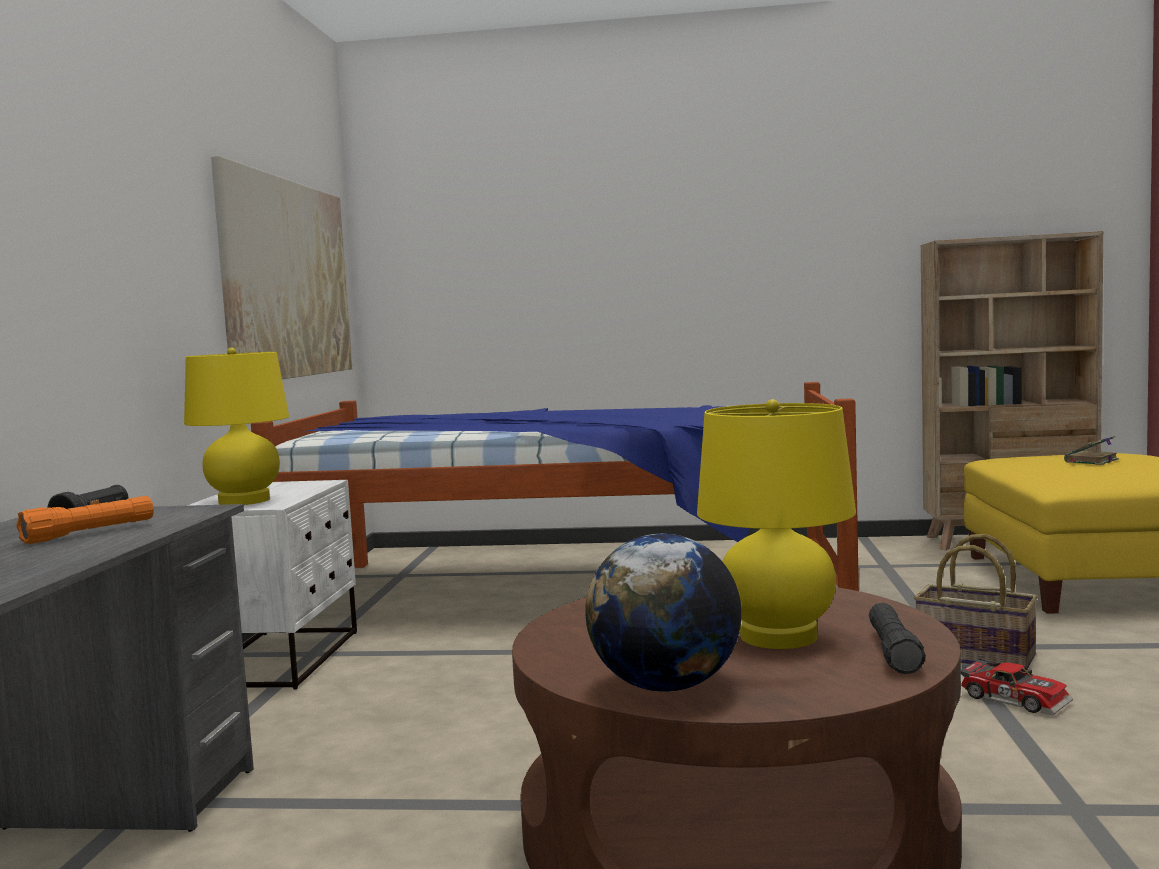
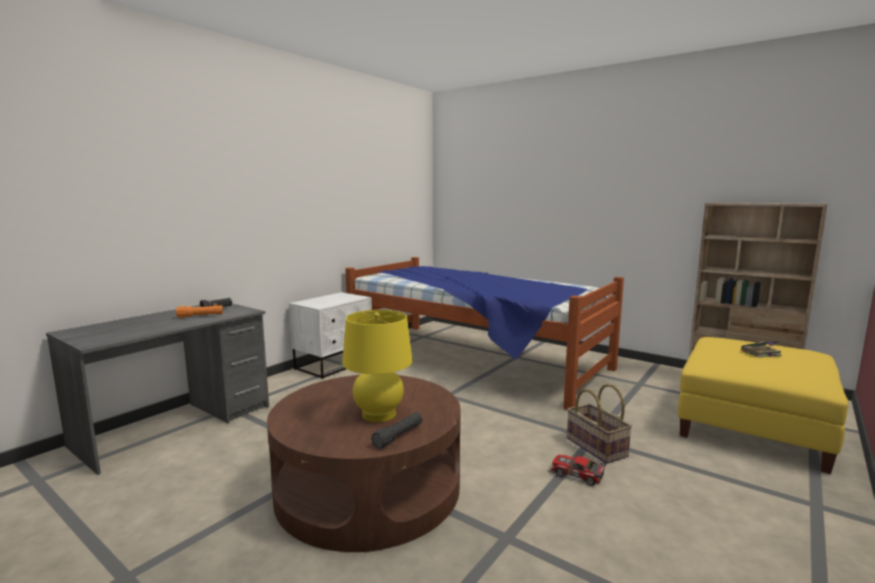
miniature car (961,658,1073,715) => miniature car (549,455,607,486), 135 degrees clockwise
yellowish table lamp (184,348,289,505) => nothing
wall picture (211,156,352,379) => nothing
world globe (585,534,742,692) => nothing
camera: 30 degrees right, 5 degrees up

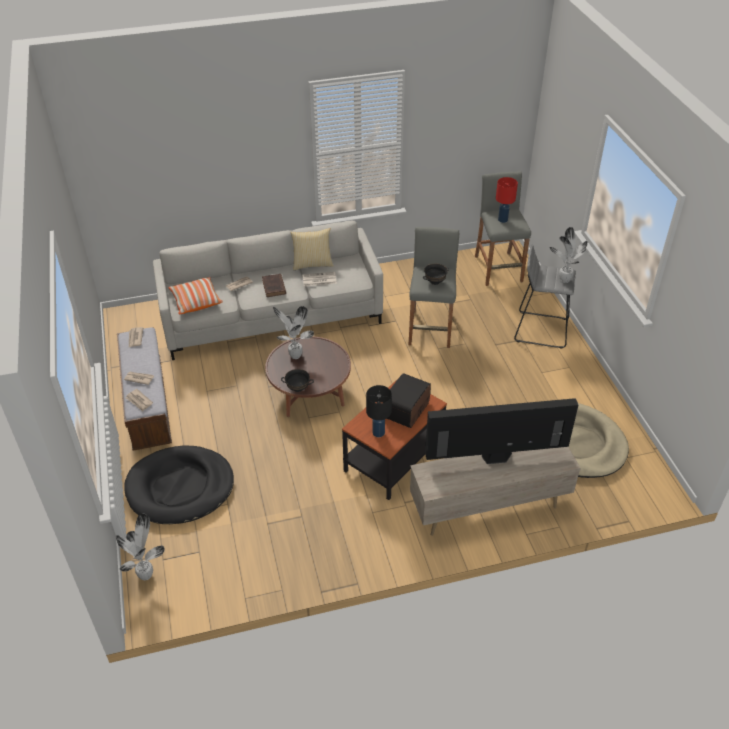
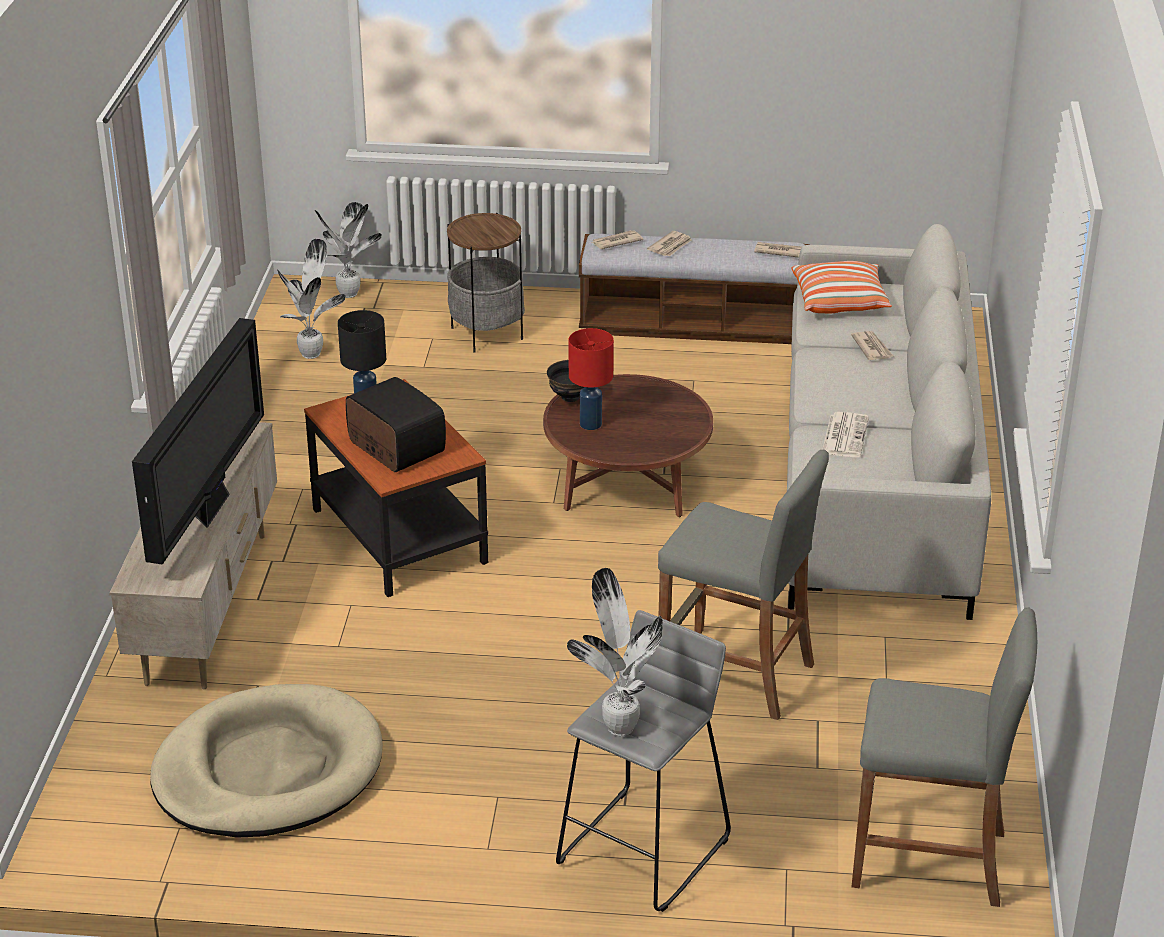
houseplant (273,306,314,359) => houseplant (277,239,346,359), shifted
black-coloured dog bed (124,445,234,524) => accent table (447,213,525,352)
red-coloured table lamp (496,177,518,223) => red-coloured table lamp (569,328,614,430), shifted
brownish bound book (262,274,286,297) => nothing
throw pillow (290,228,334,270) => nothing
black-coloured serving bowl (423,264,449,285) => nothing
camera: 110 degrees right, 10 degrees down

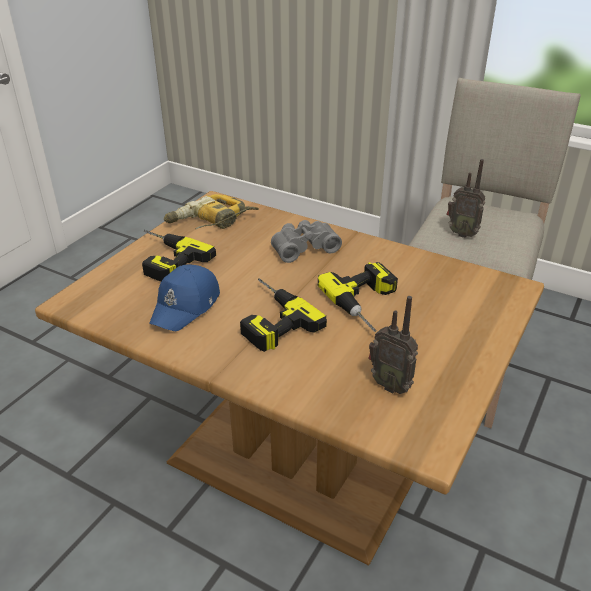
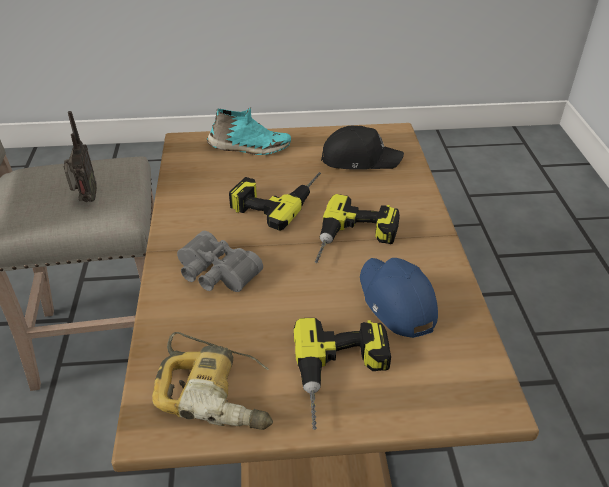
nothing => turquoise-coloured shoe (207,107,291,155)
radio set (368,296,418,394) => black-coloured peaked cap (321,126,404,170)
blue-coloured peaked cap (150,265,220,331) => blue-coloured peaked cap (360,258,438,338), 105 degrees counterclockwise
camera: 125 degrees left, 5 degrees up

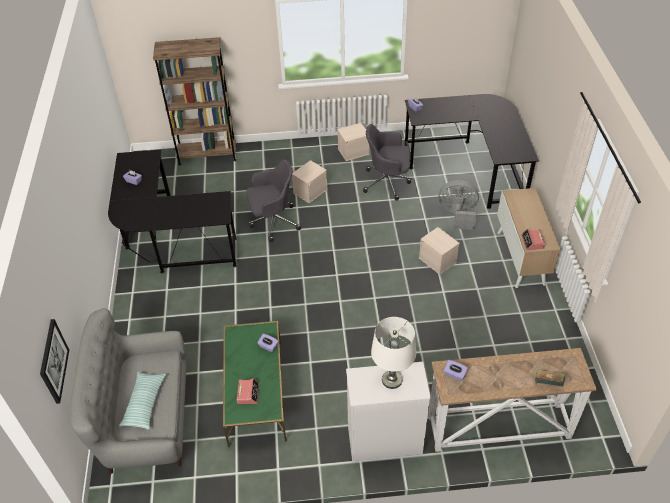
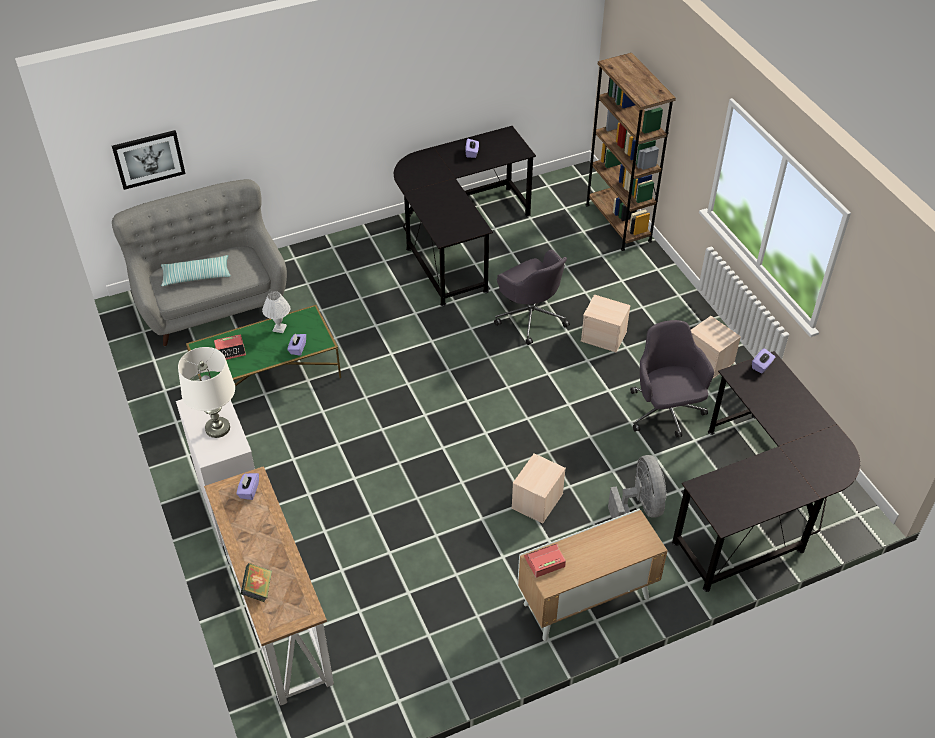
nothing => white-coloured table lamp (262,291,290,333)
camera: 70 degrees right, 0 degrees up

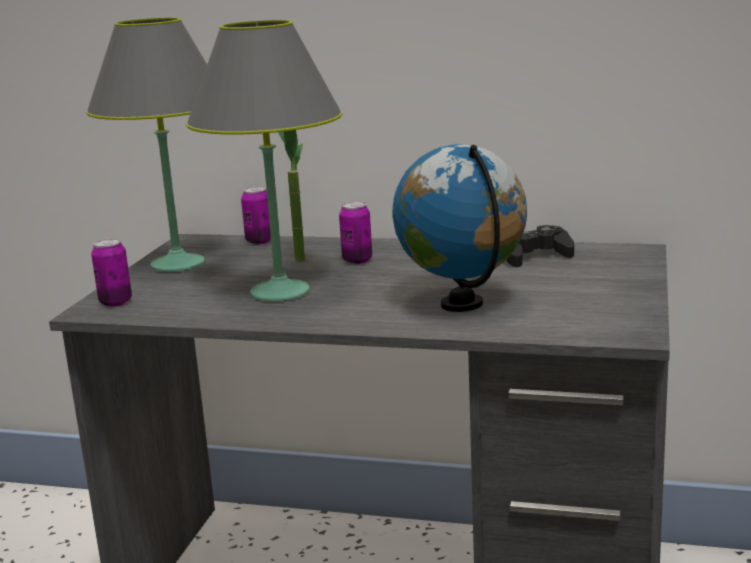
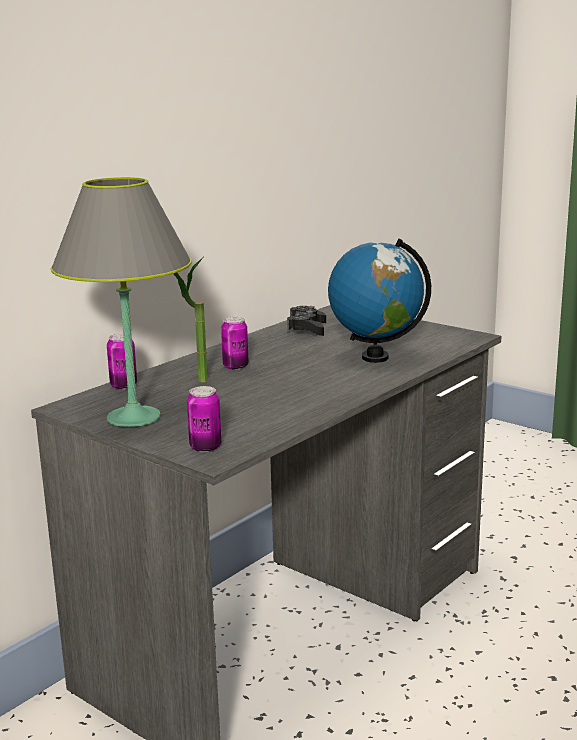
grey table lamp (186,20,342,301) => nothing
camera: 65 degrees left, 0 degrees up

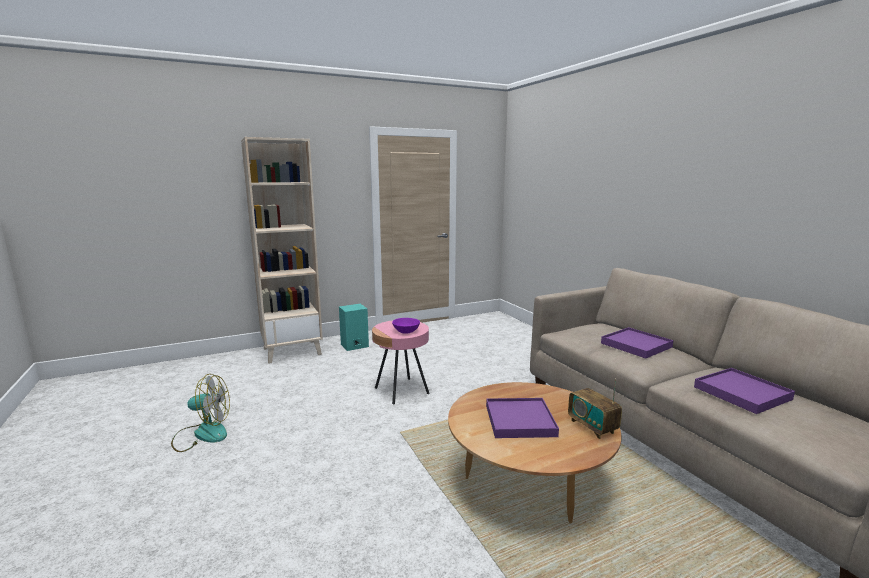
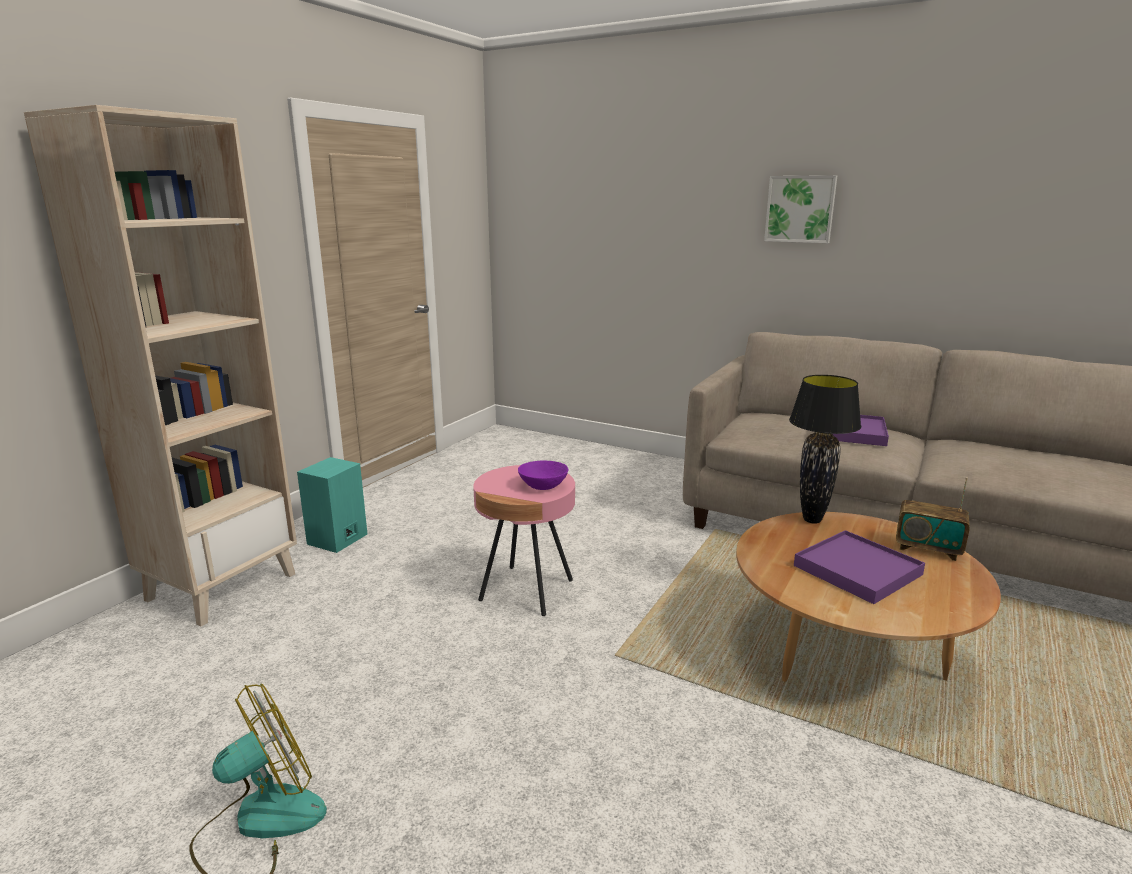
nothing => wall picture (764,175,837,243)
nothing => black-coloured table lamp (789,375,861,524)
purplish tray (694,368,795,414) => nothing
camera: 35 degrees left, 5 degrees up

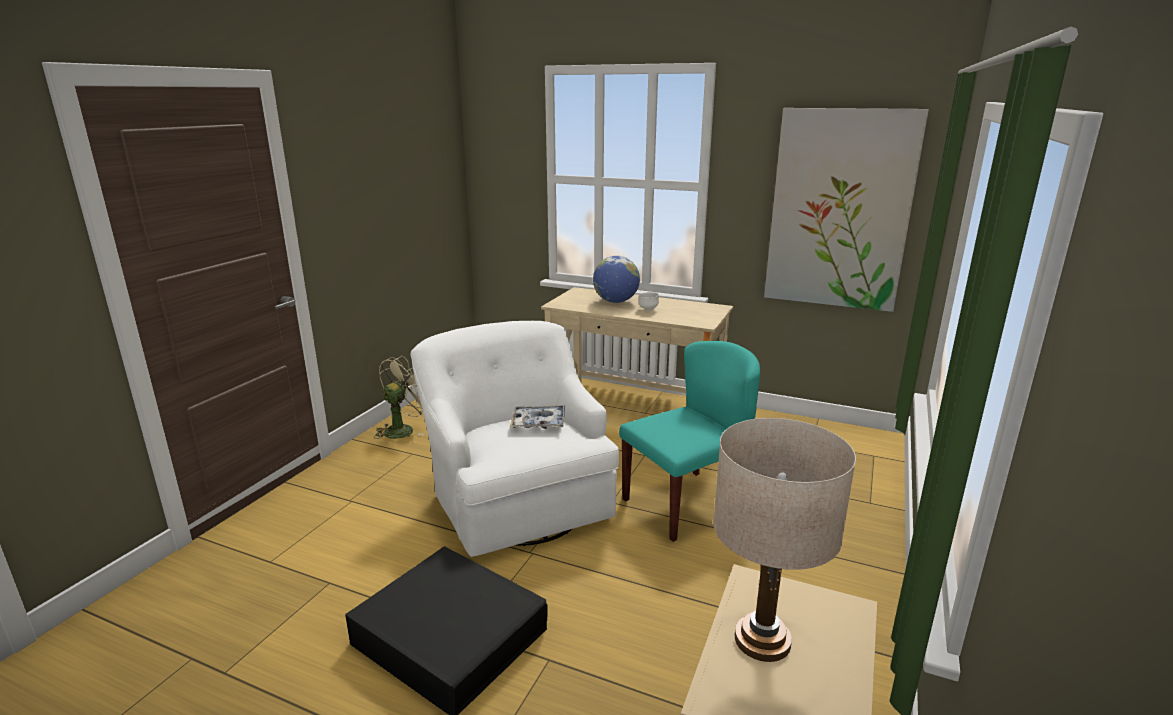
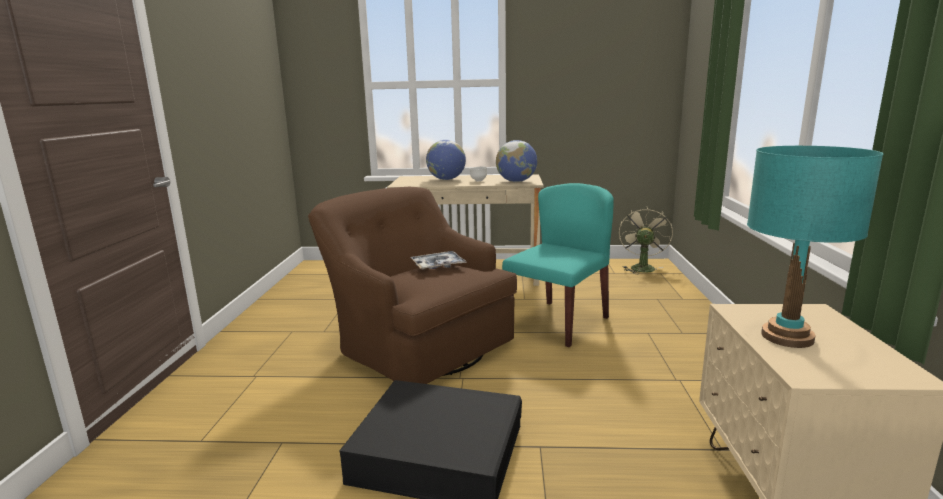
white-coloured lounge chair (411,321,619,557) => brownish lounge chair (308,187,517,384)
nothing => world globe (496,140,537,182)
beige electric fan (374,356,424,439) => beige electric fan (619,207,673,274), shifted
beige table lamp (713,418,856,662) => turquoise-coloured table lamp (747,146,884,348)
wall picture (764,108,929,312) => nothing
camera: 20 degrees left, 5 degrees down

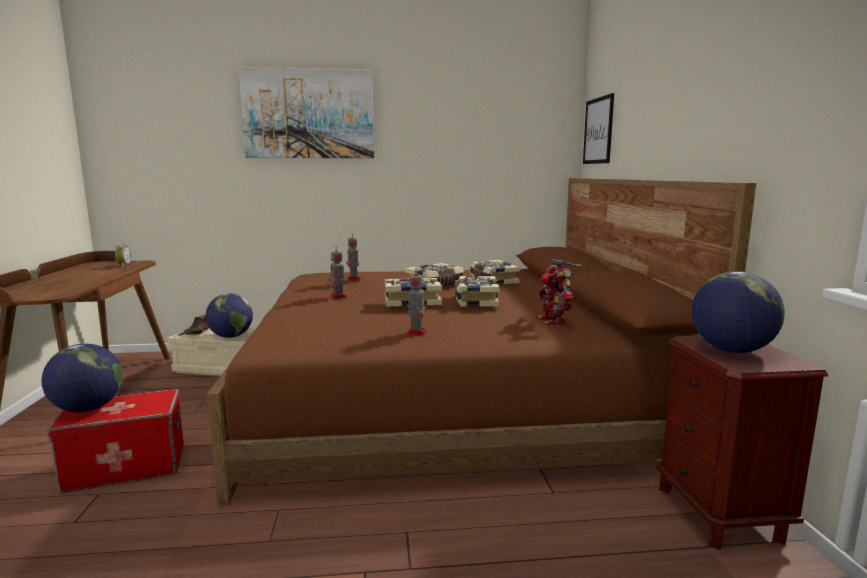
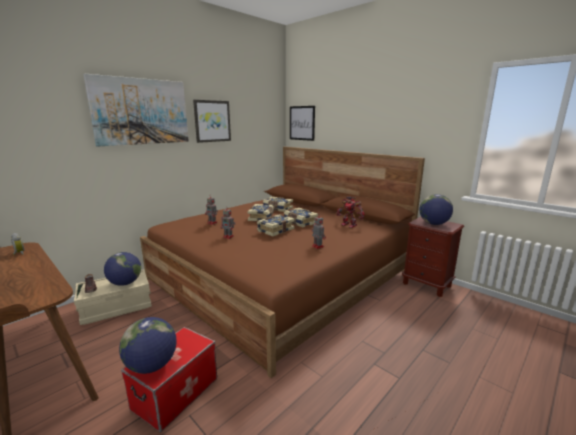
nothing => wall picture (193,100,231,143)
camera: 40 degrees left, 5 degrees up

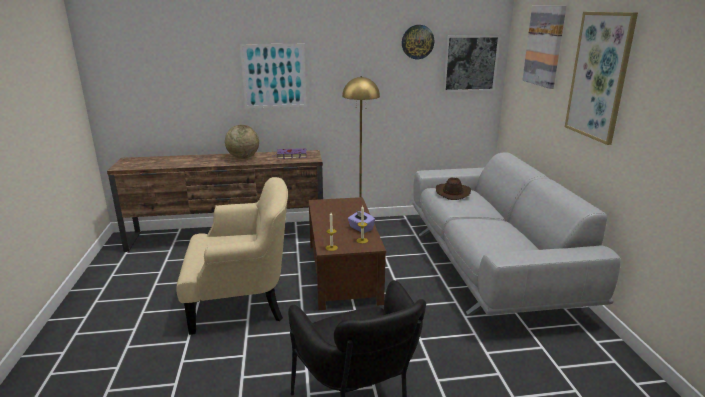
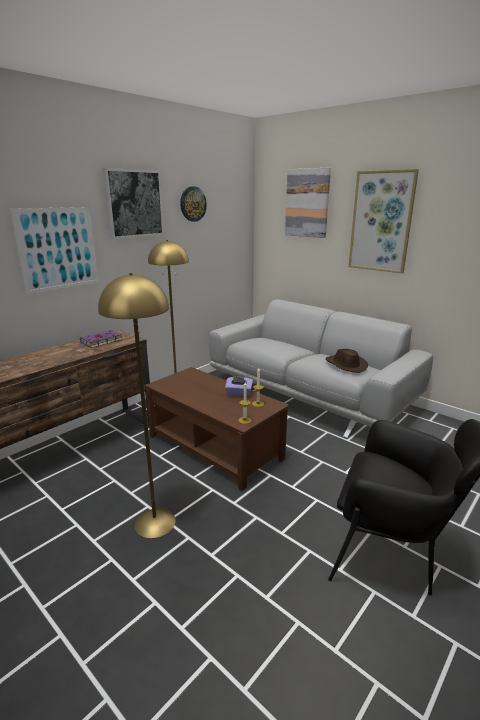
beige lounge chair (176,177,288,335) => yellowish floor lamp (98,273,176,538)
wall picture (442,35,500,92) => wall picture (103,168,164,239), shifted
brownish wearable hat (436,178,471,200) => brownish wearable hat (325,349,368,373), shifted
world globe (225,125,259,159) => nothing
camera: 40 degrees left, 0 degrees up

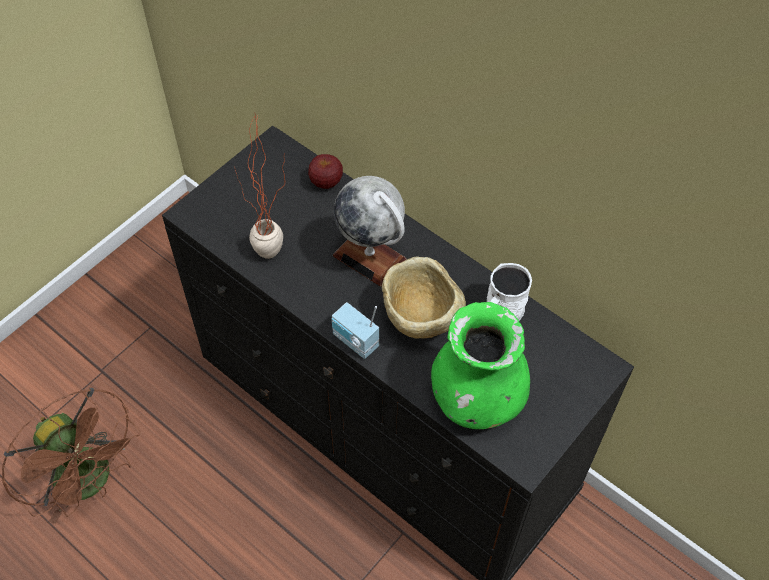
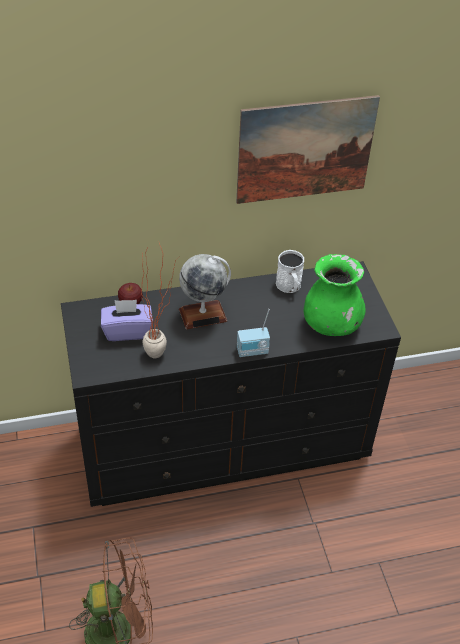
nothing => purplish box of tissues (101,300,153,341)
nothing => wall picture (236,95,380,204)
beige serving bowl (382,256,466,338) => nothing
camera: 55 degrees left, 10 degrees down

